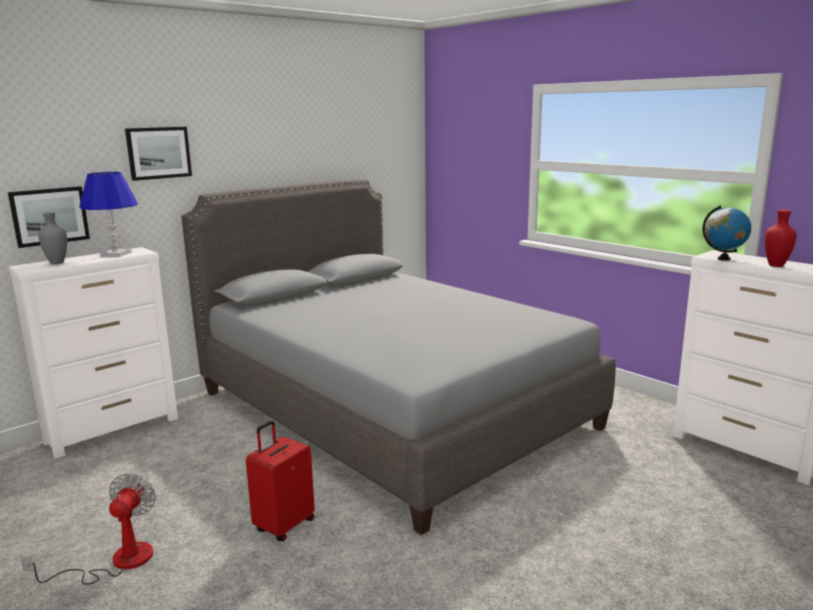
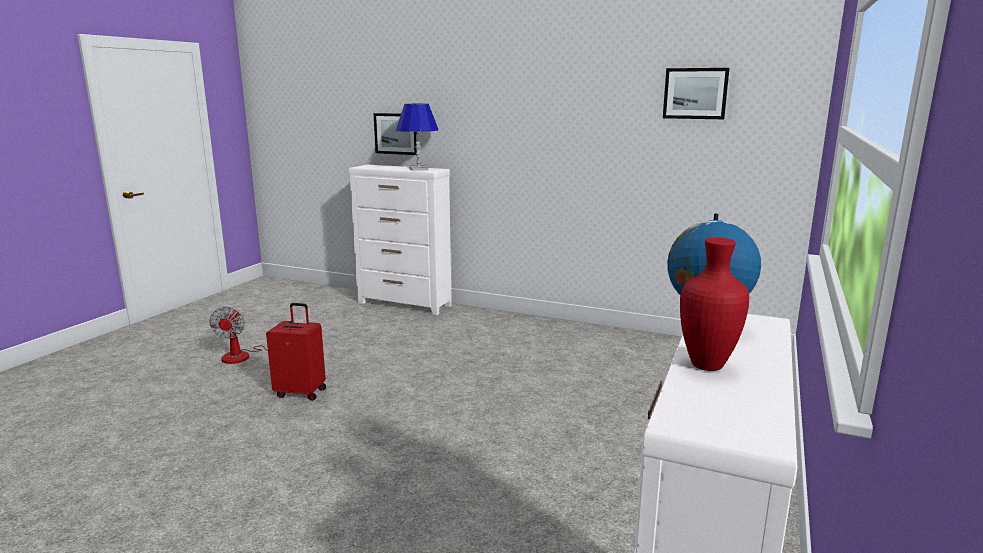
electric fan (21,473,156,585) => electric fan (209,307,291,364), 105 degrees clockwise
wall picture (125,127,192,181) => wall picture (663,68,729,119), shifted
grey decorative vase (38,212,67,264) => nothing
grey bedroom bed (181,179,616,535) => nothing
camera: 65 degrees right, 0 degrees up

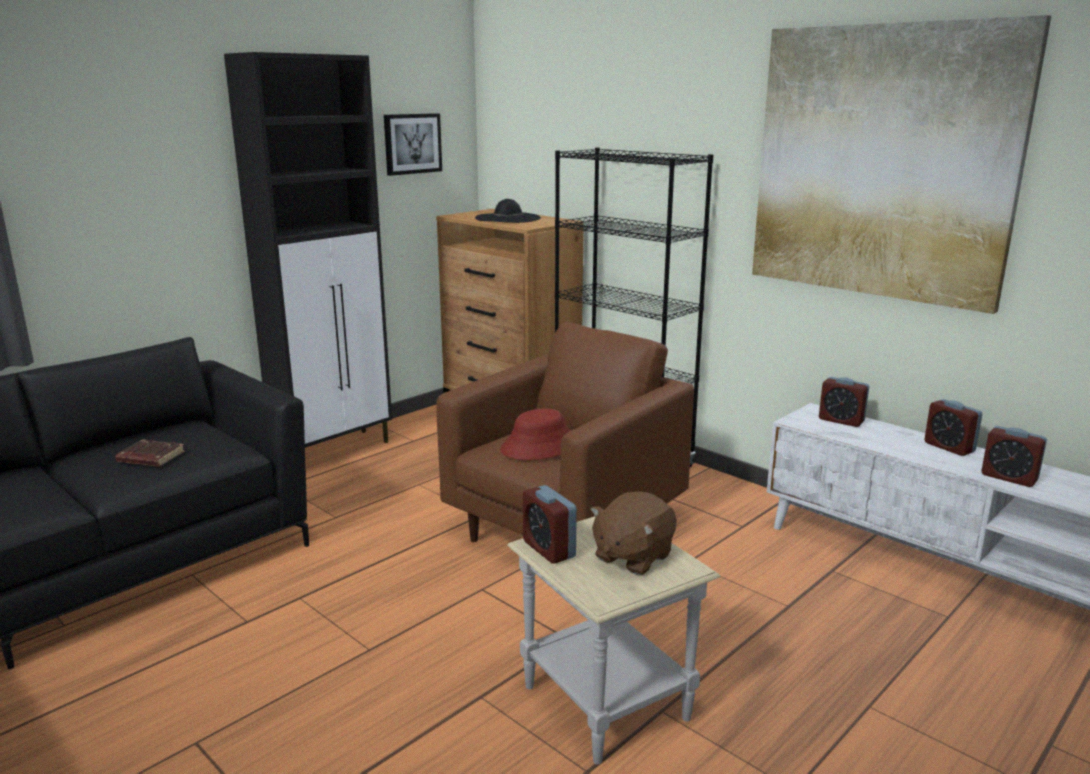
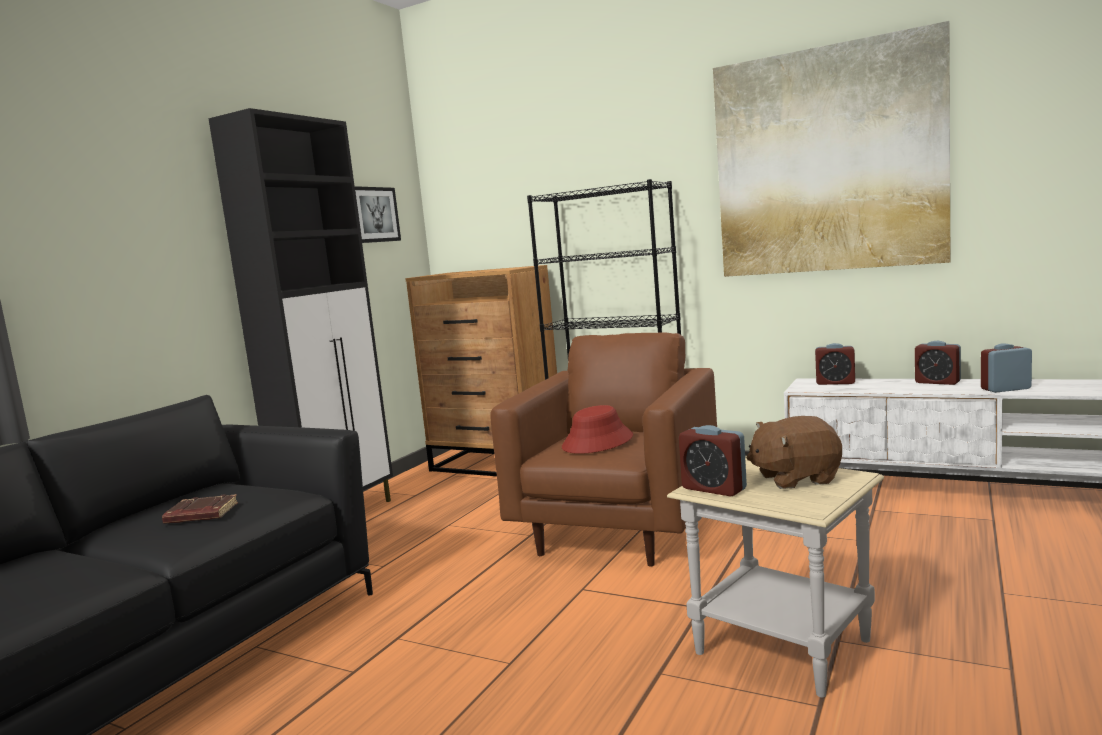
brownish cuddly toy (590,491,677,575) => brownish cuddly toy (746,416,842,489), 60 degrees clockwise
alarm clock (981,426,1047,487) => alarm clock (981,343,1032,393), 150 degrees clockwise
black-coloured wearable hat (475,199,541,223) => nothing
camera: 15 degrees left, 10 degrees down

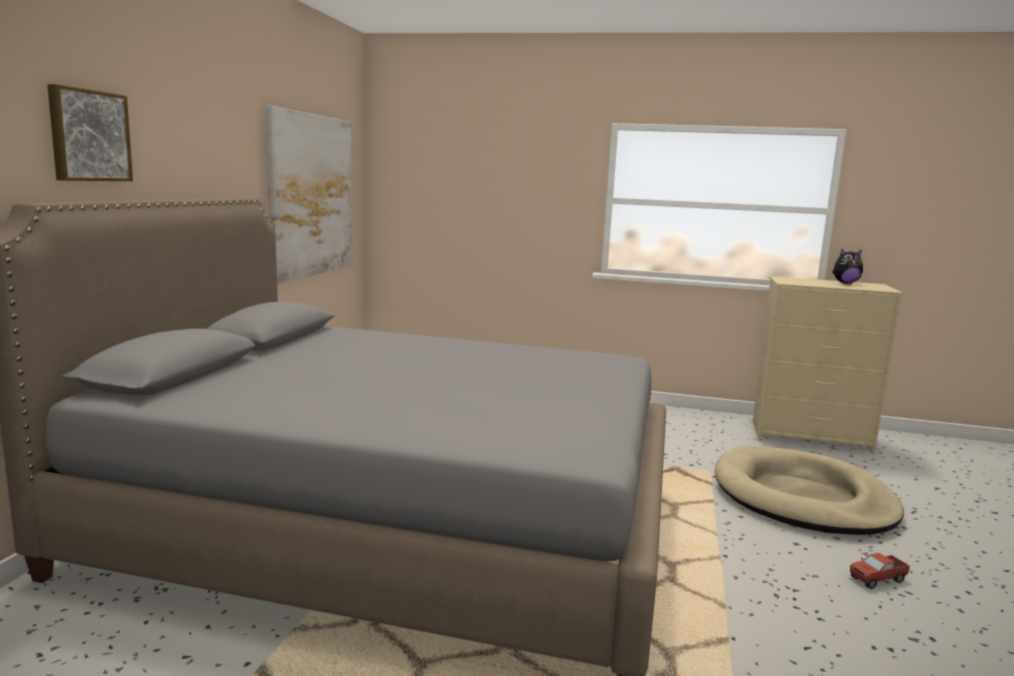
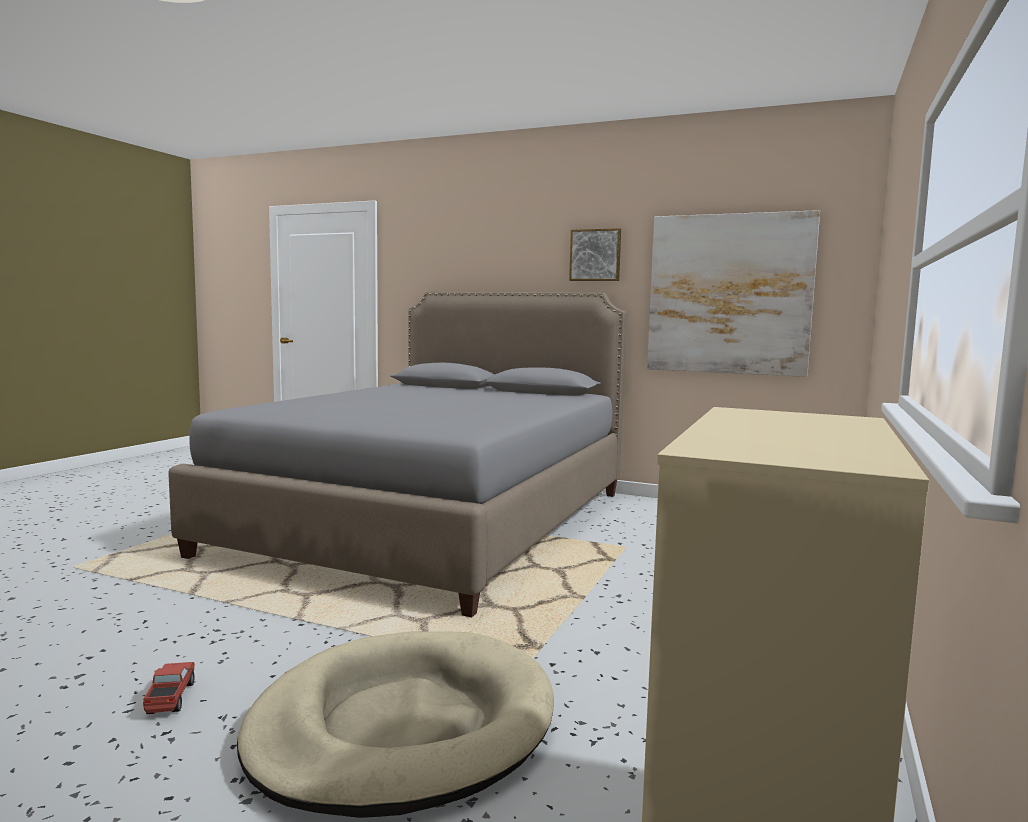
wall picture (47,84,133,181) => wall picture (569,228,621,281), shifted
cuddly toy (832,249,863,284) => nothing
camera: 100 degrees right, 5 degrees down

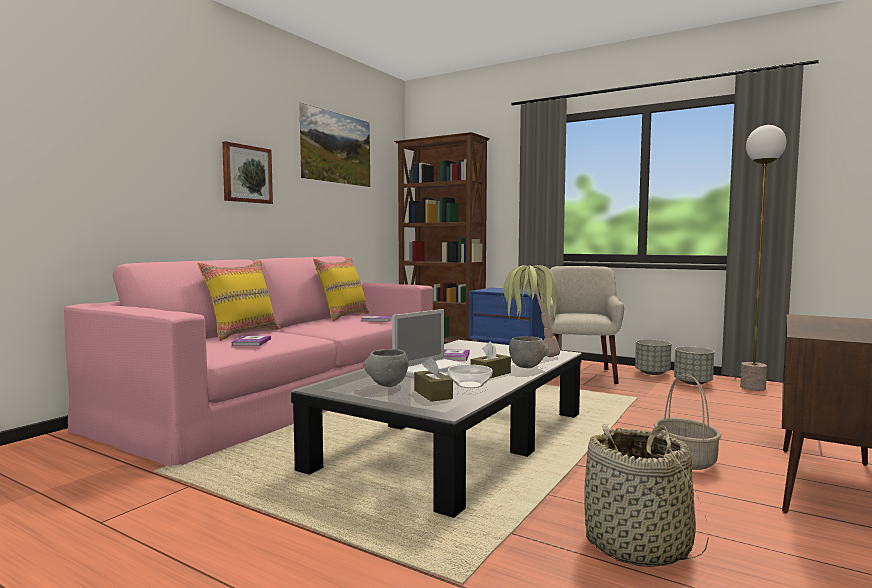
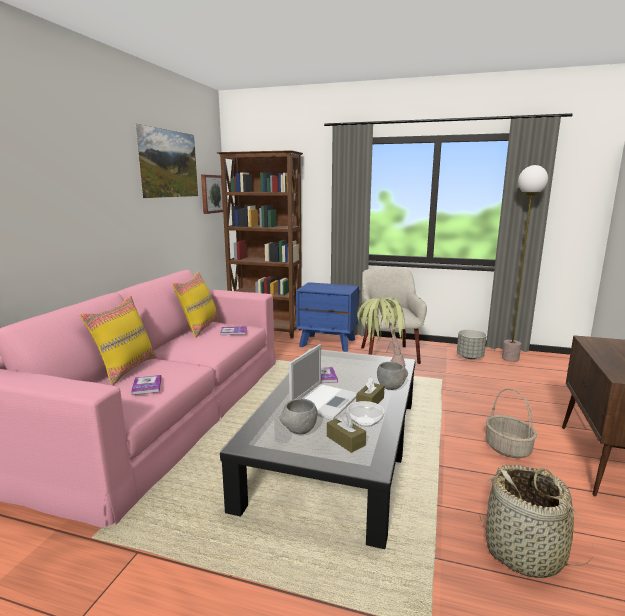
wall picture (222,141,273,204) => wall picture (201,175,223,214), shifted
grey flower pot (635,339,672,375) => nothing
camera: 15 degrees left, 10 degrees up

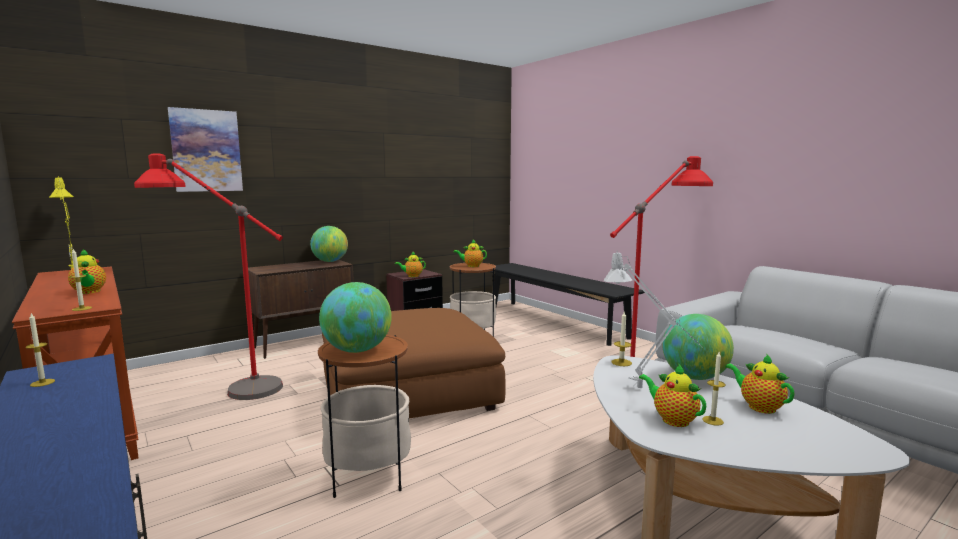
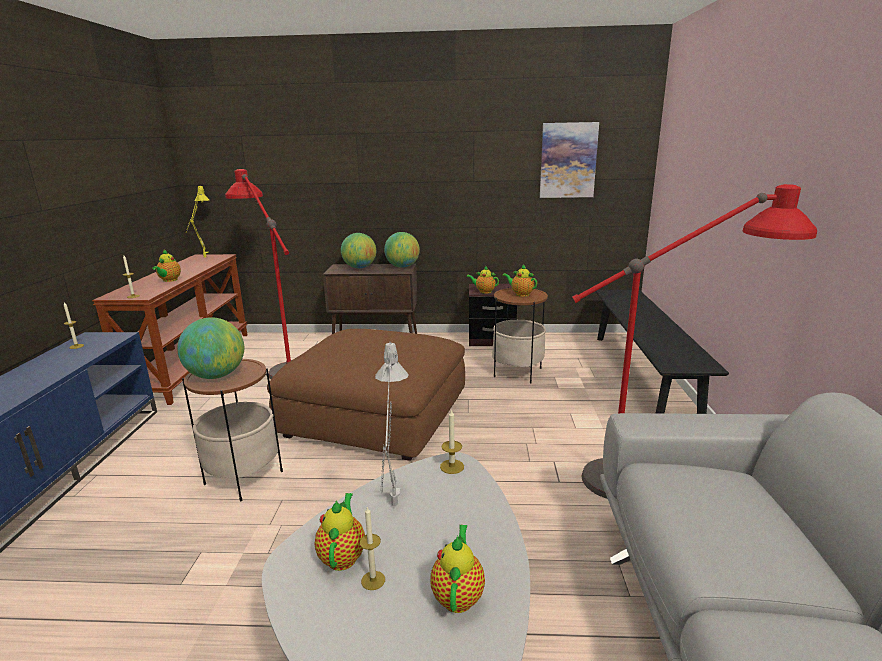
world globe (662,314,734,380) => world globe (341,233,376,268), shifted
wall picture (168,107,243,192) => wall picture (540,122,599,198), shifted
camera: 40 degrees right, 10 degrees up

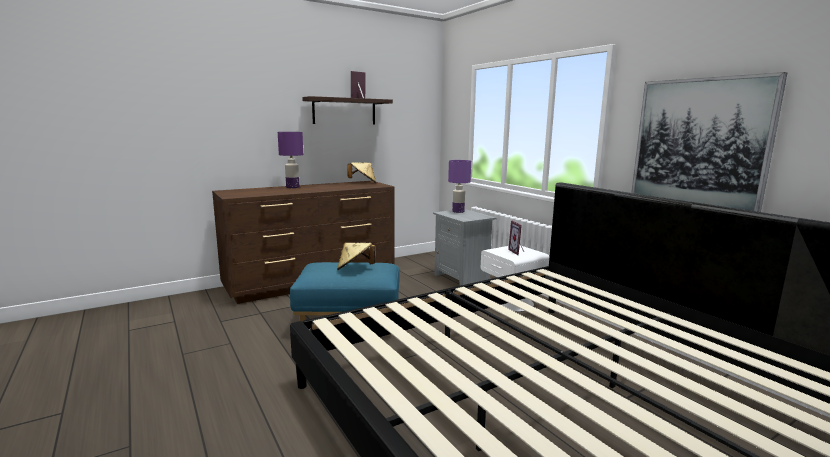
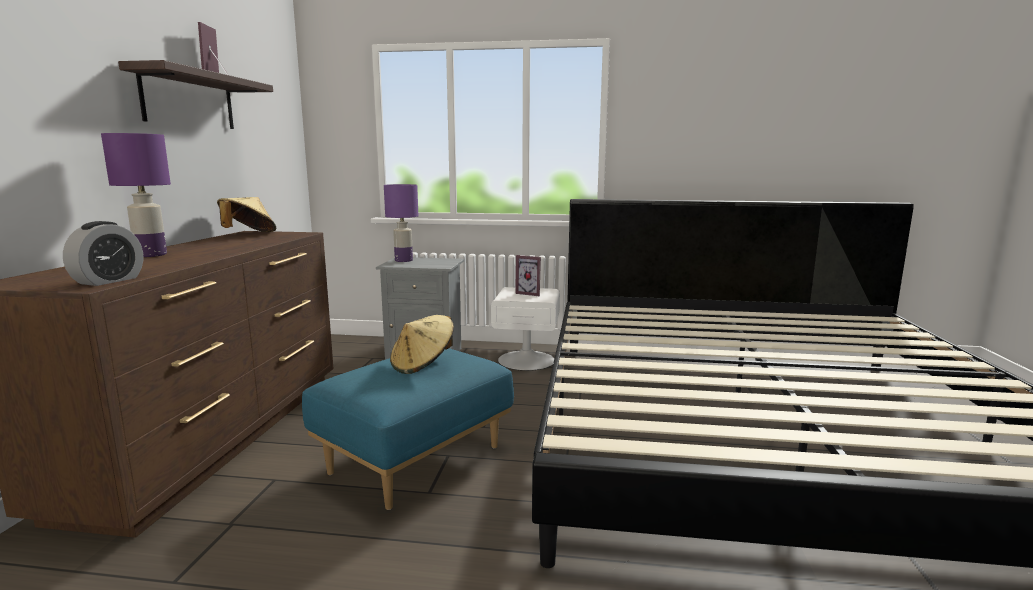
nothing => alarm clock (63,221,143,286)
wall picture (631,72,787,212) => nothing
camera: 50 degrees left, 0 degrees up

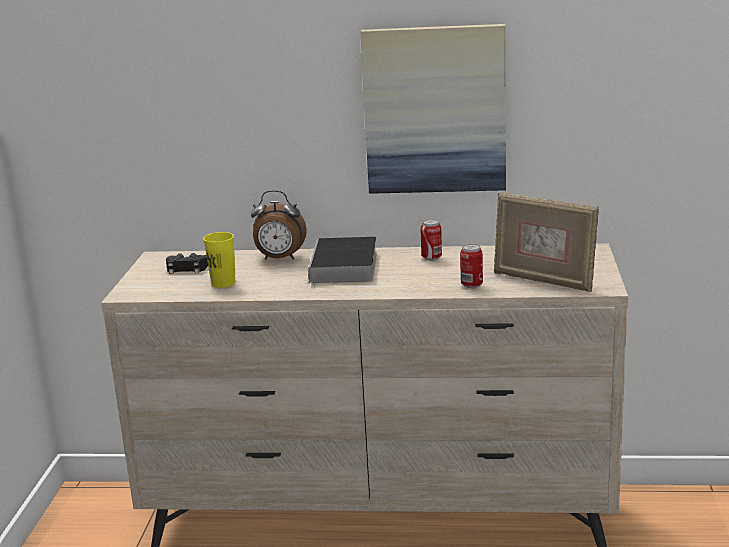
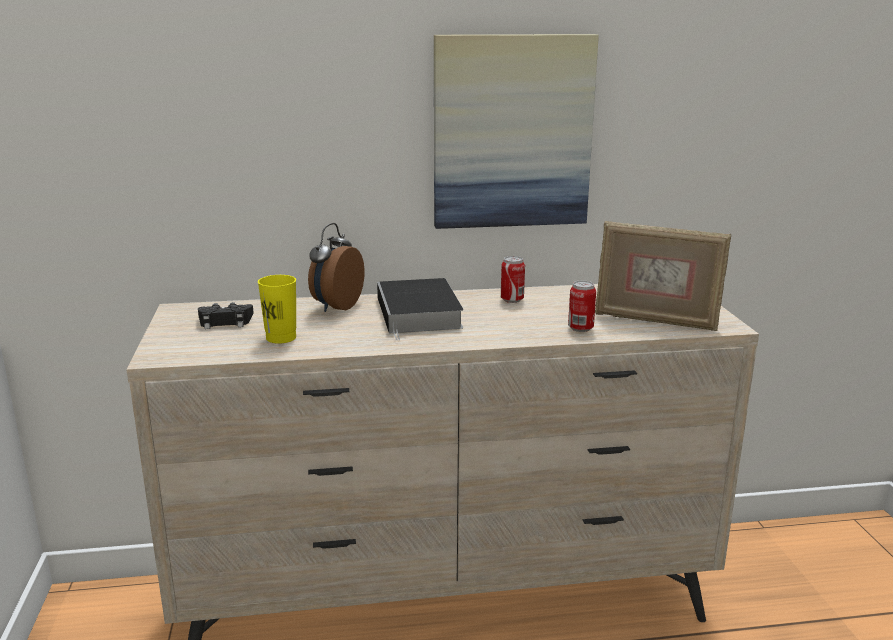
alarm clock (251,190,307,260) => alarm clock (308,223,365,312), 120 degrees clockwise
camera: 15 degrees left, 0 degrees up

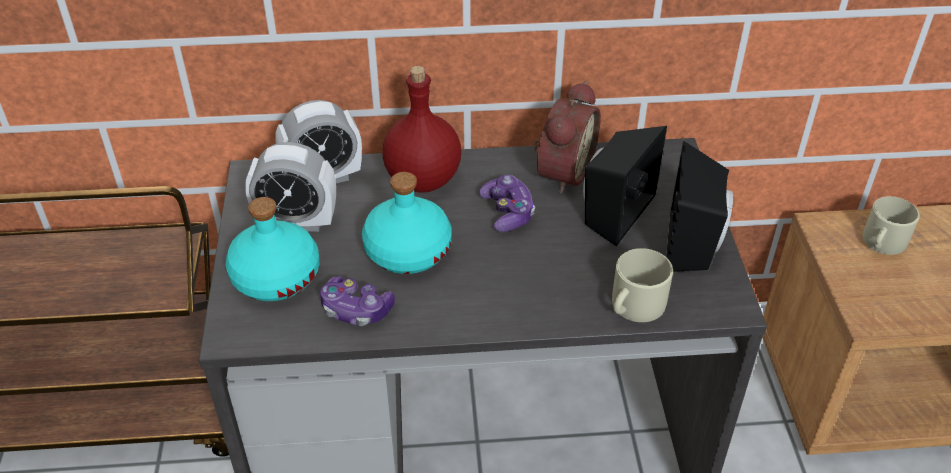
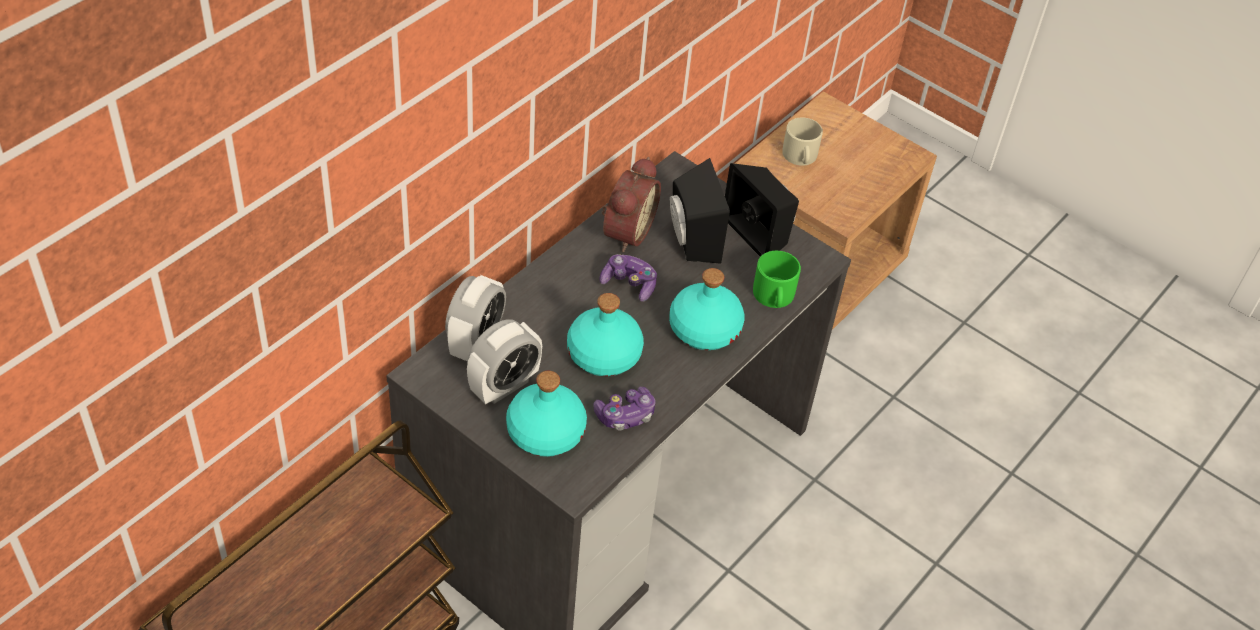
alarm clock (534,81,601,194) => alarm clock (602,157,661,252), 45 degrees clockwise
nothing => turquoise-coloured beverage bottle (669,268,745,350)
beige mug (612,248,673,322) => green-coloured mug (753,251,801,308)
red-coloured beverage bottle (382,66,461,193) => nothing
camera: 50 degrees left, 5 degrees up

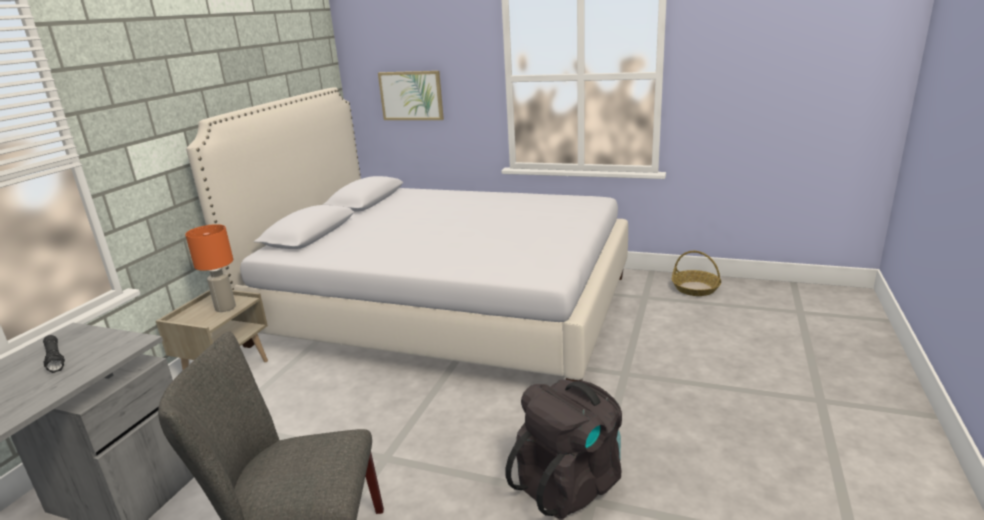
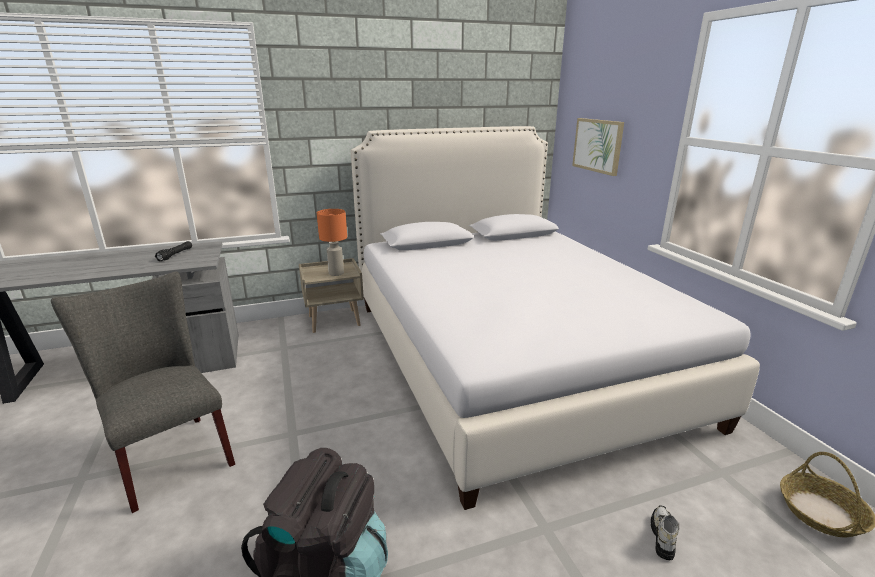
nothing => shoe (651,505,679,560)
camera: 50 degrees right, 0 degrees up

